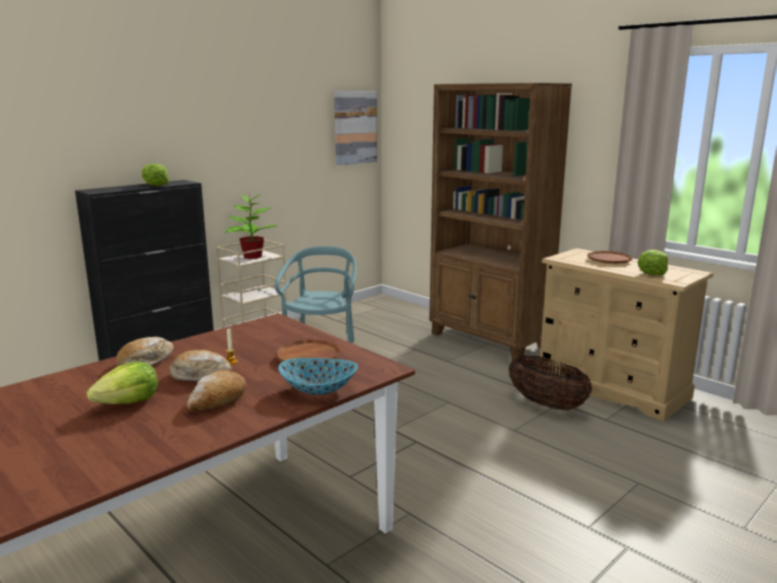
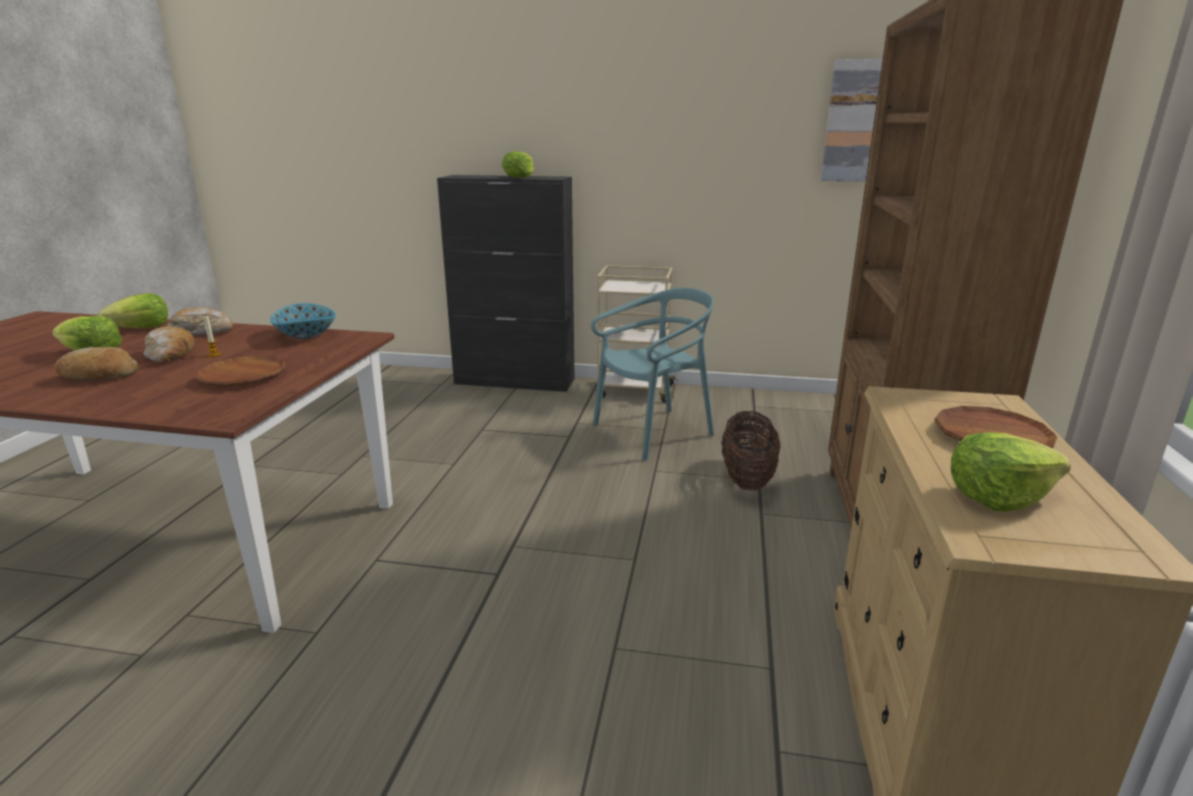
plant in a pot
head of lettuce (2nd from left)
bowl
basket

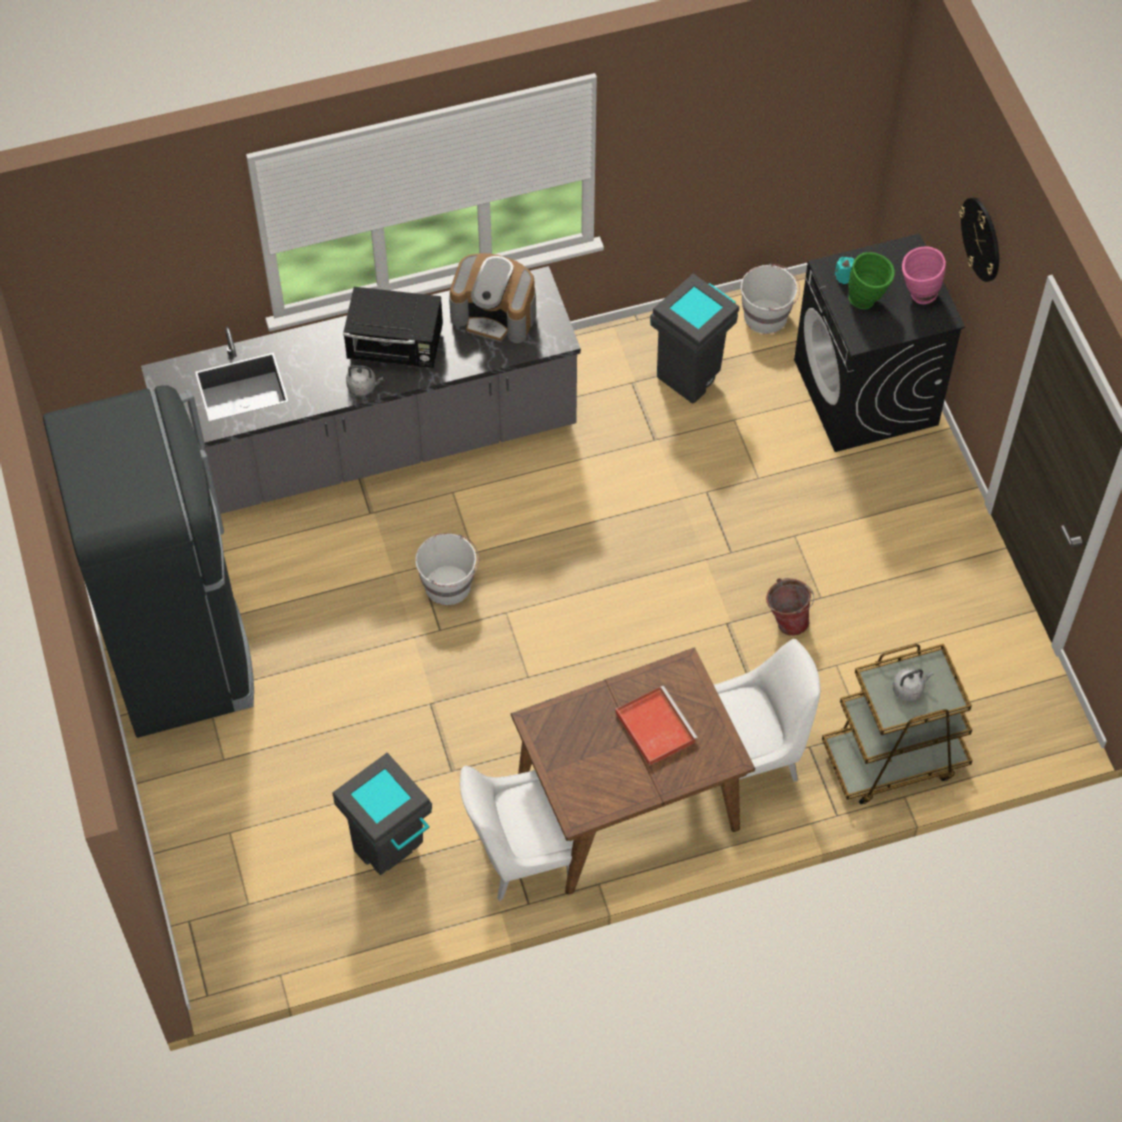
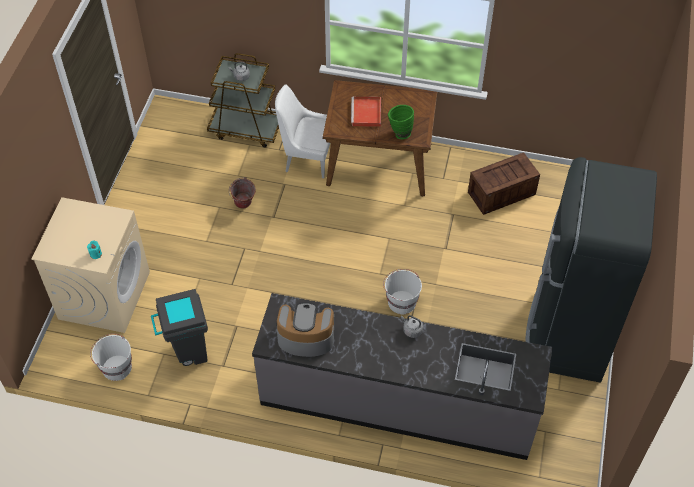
black-coloured kitchen microwave
white-coloured upright chair (1st from left in the first image)
pink vase
hanging clock
greenish vase
crate
beige washing machine
coffee brewer

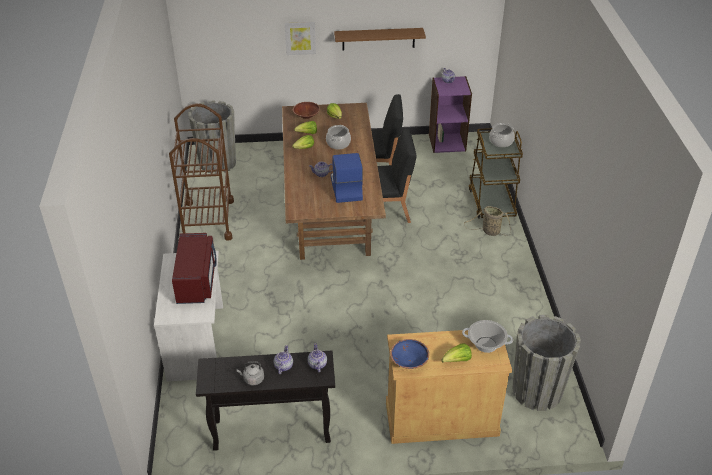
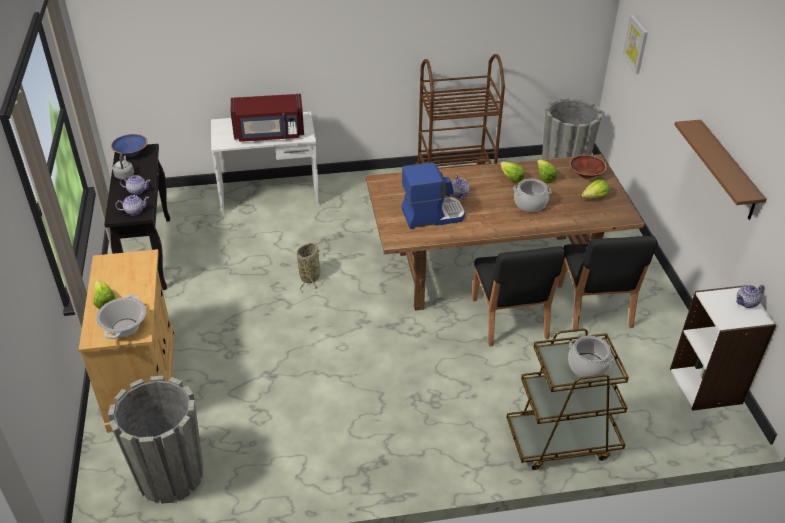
wall picture
bluish bowl
basket
white-coloured bookshelf

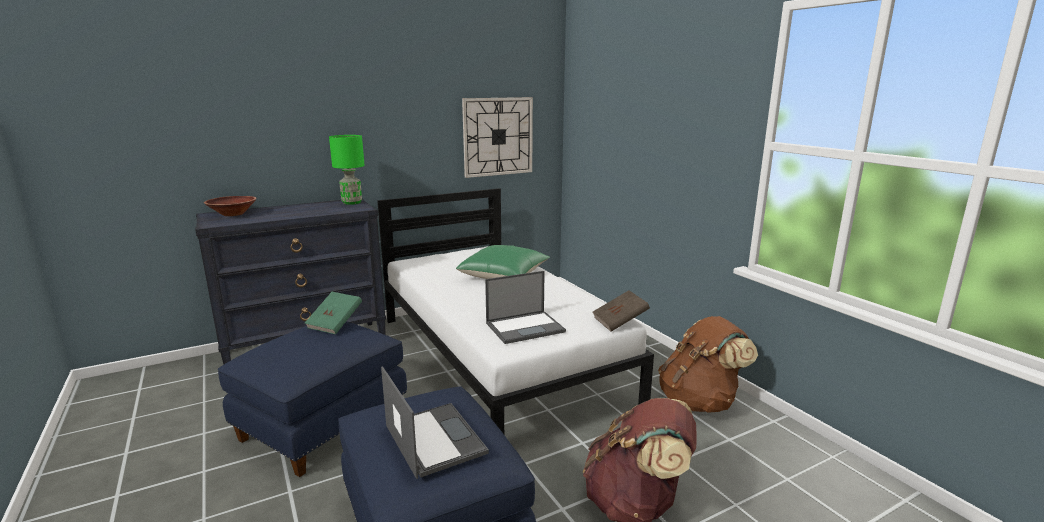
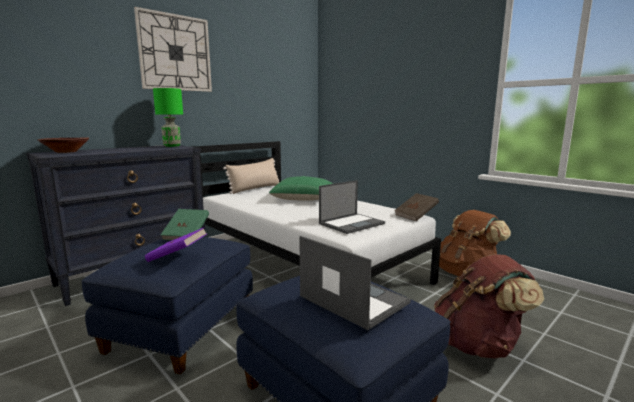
purple bound book
beige cushion
hanging clock

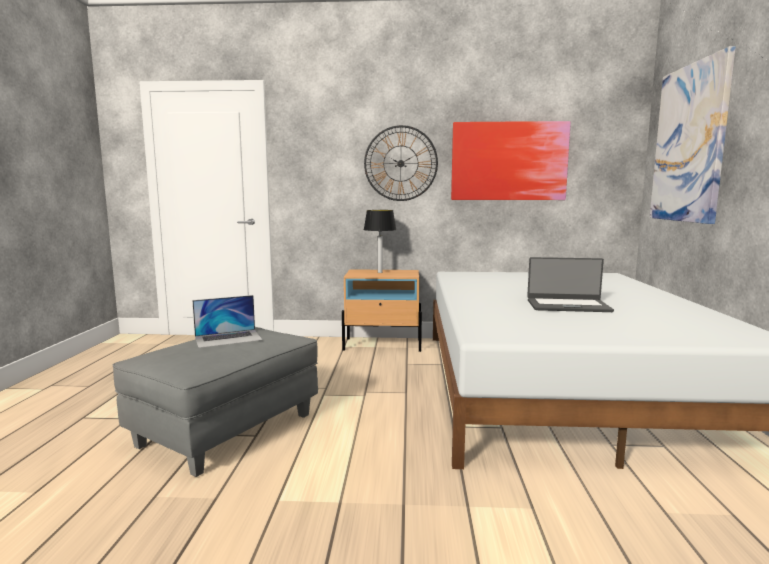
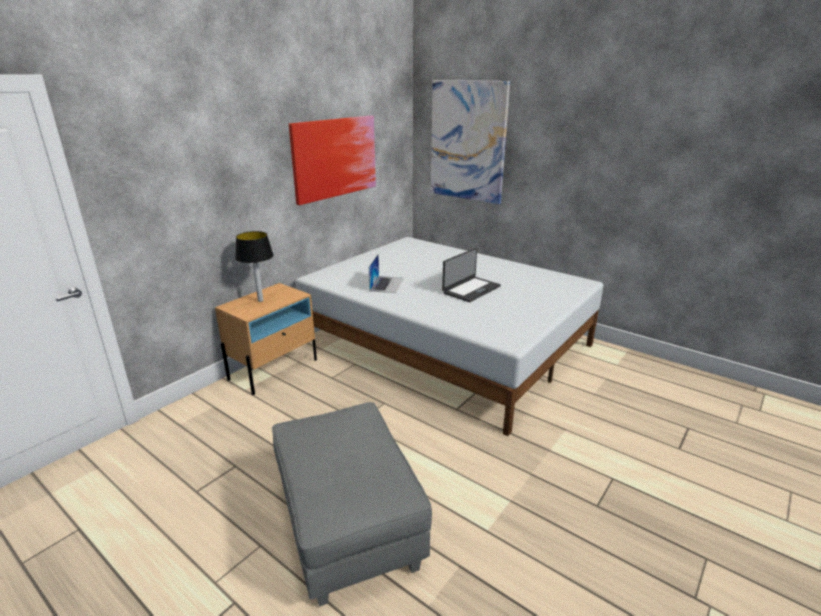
hanging clock
notebook computer (1st from left)

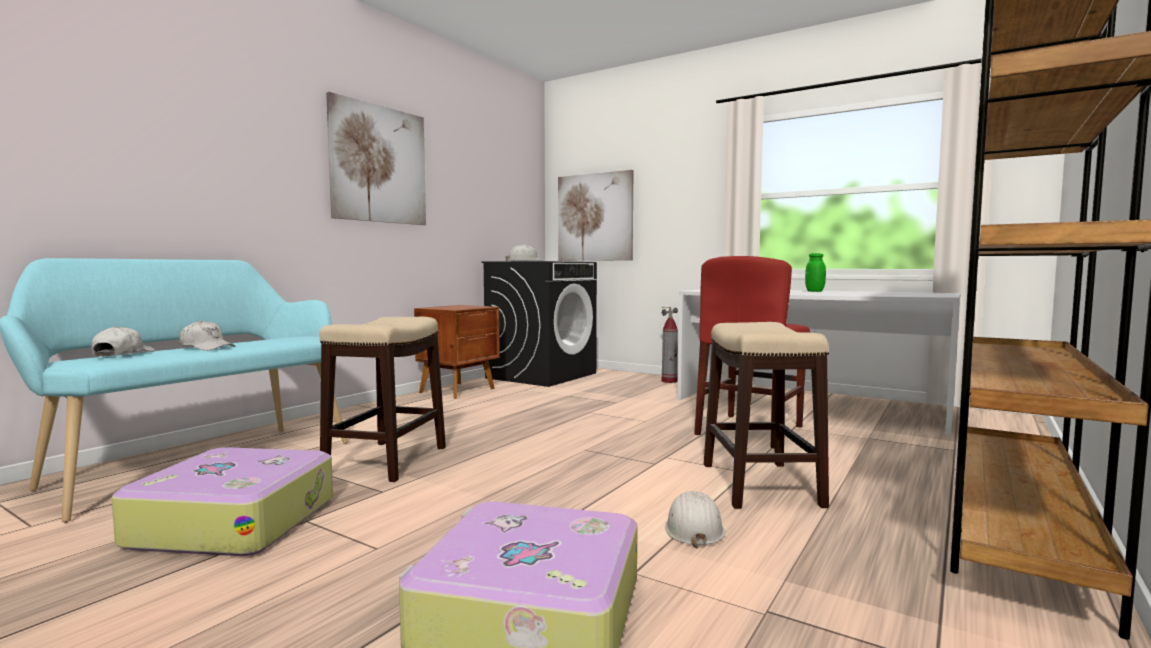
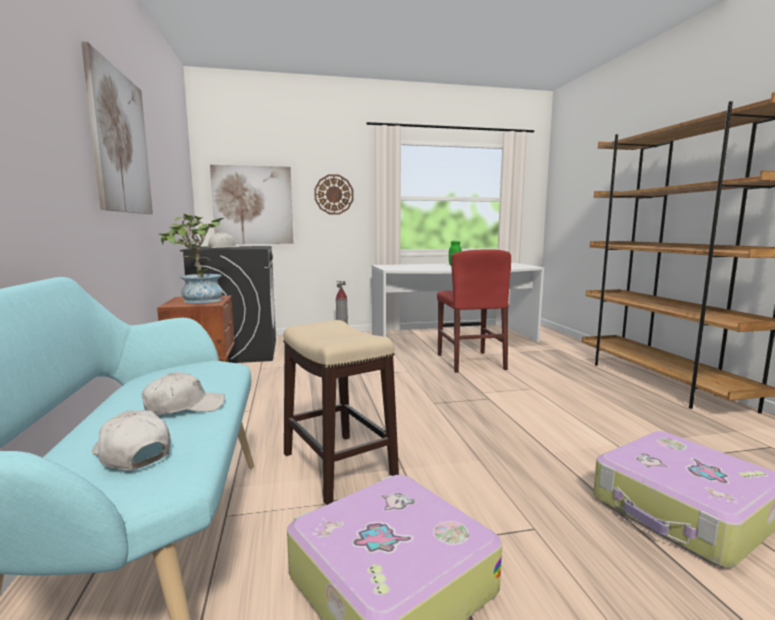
white-coloured hard hat (2nd from left in the first image)
sitting stool (2nd from left in the first image)
plant in a pot
hanging clock

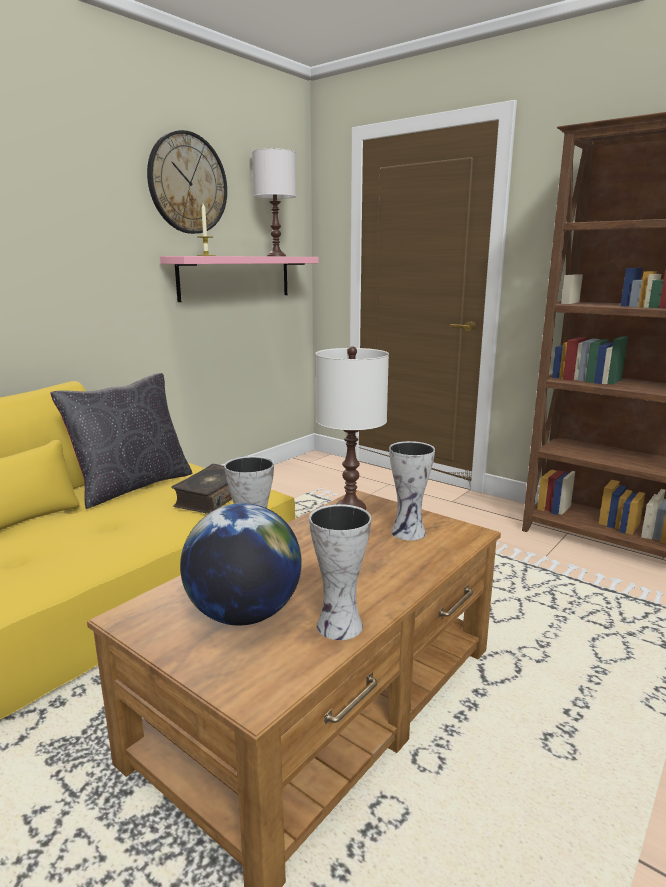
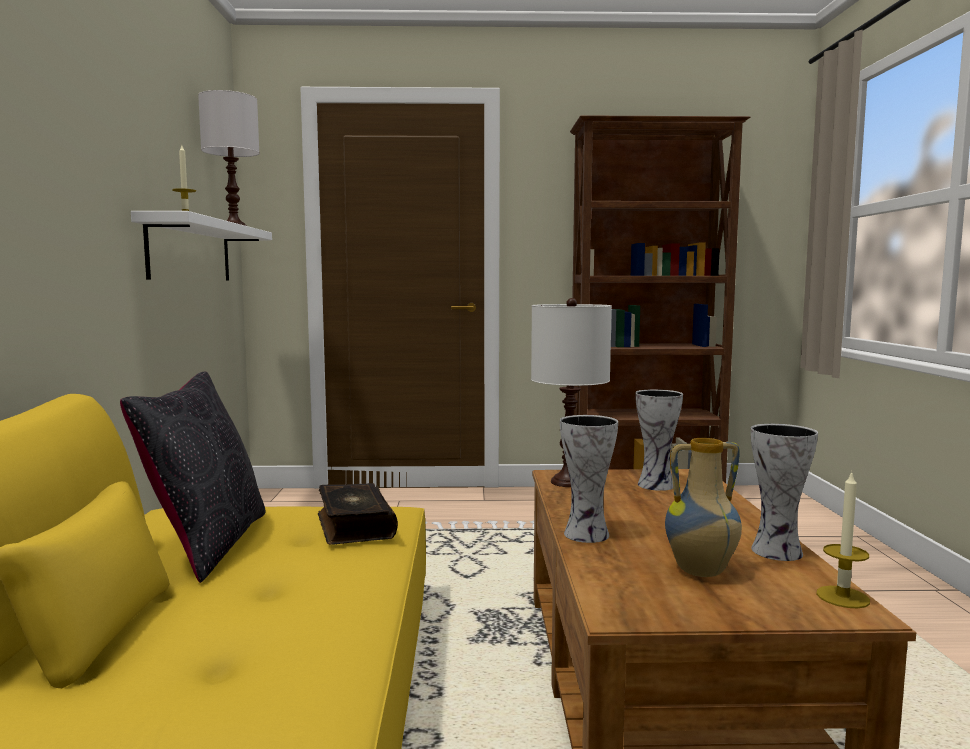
hanging clock
wax candle (2nd from left)
vase (3rd from left)
white-coloured shelf

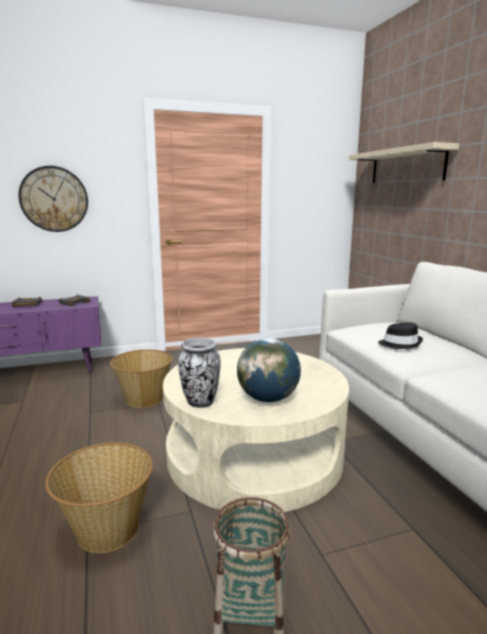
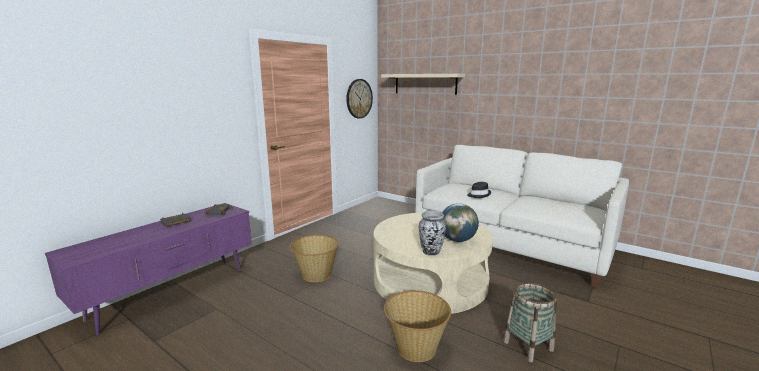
hanging clock

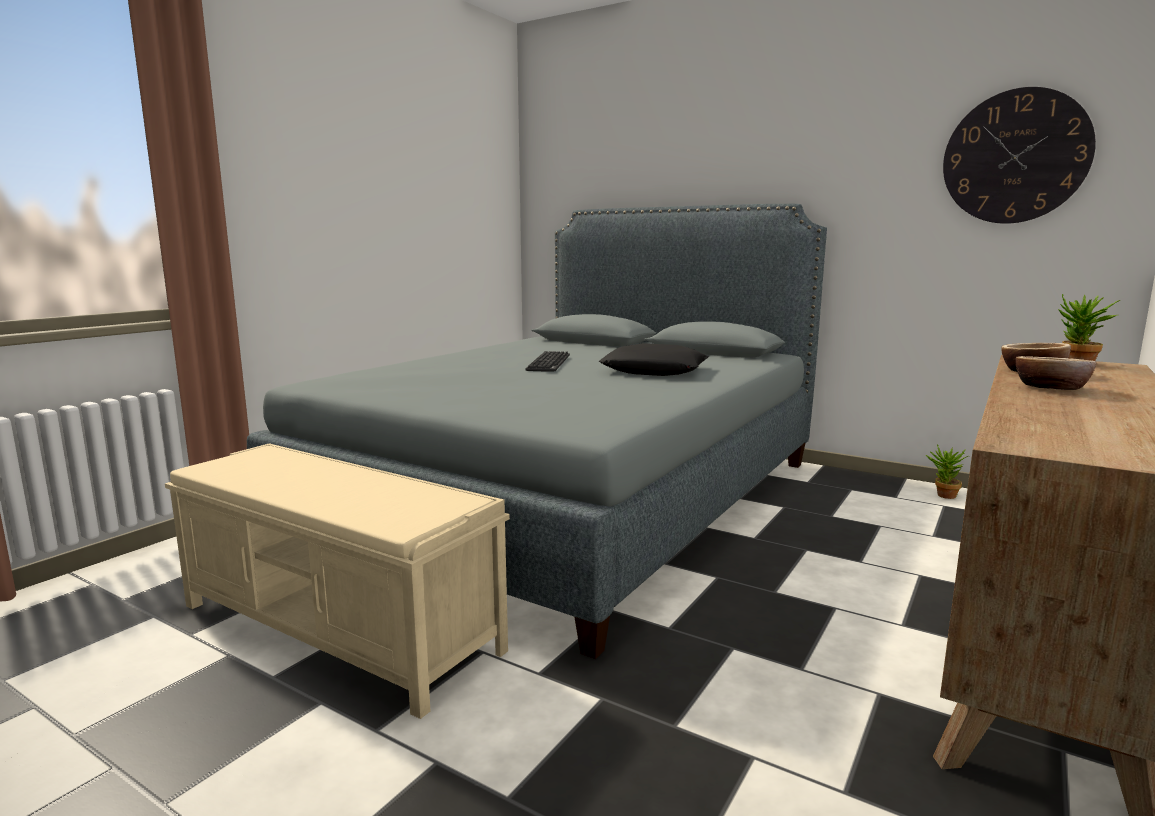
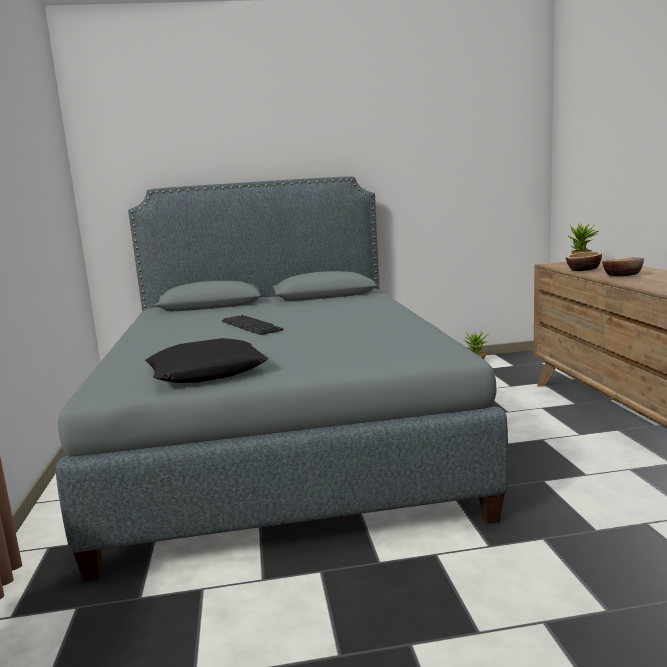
beige bench
hanging clock
black-coloured cushion

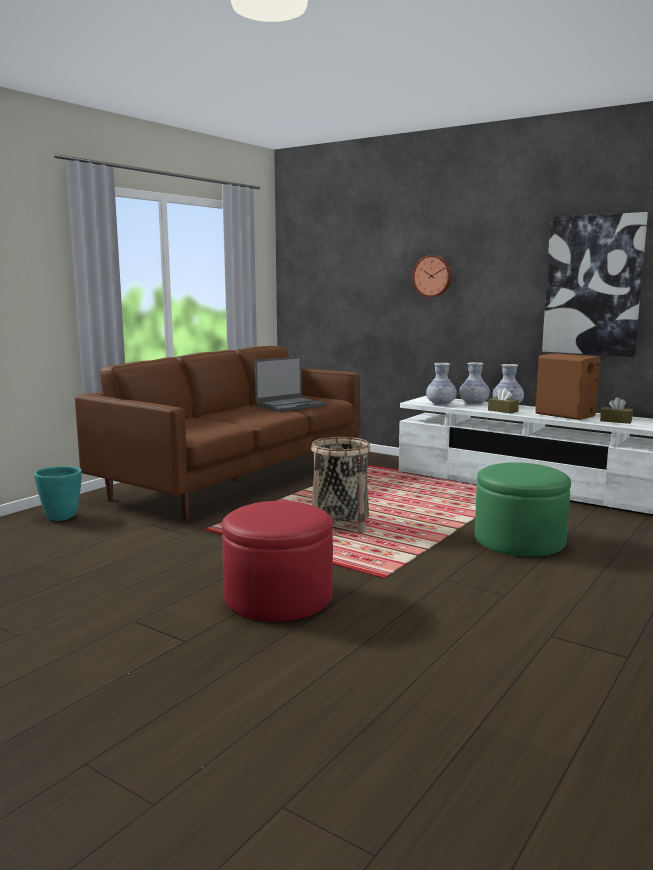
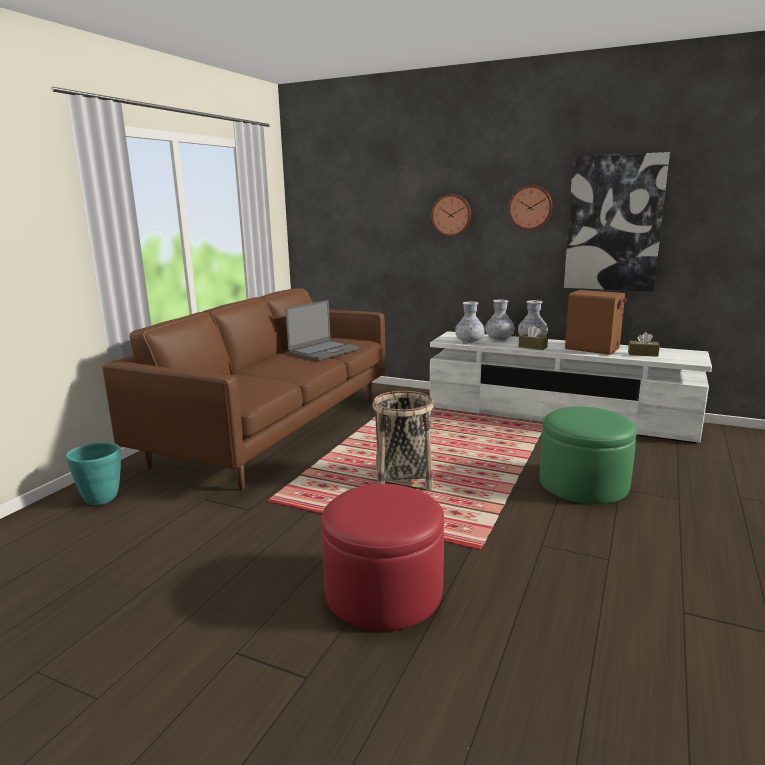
hanging clock (2nd from left)

